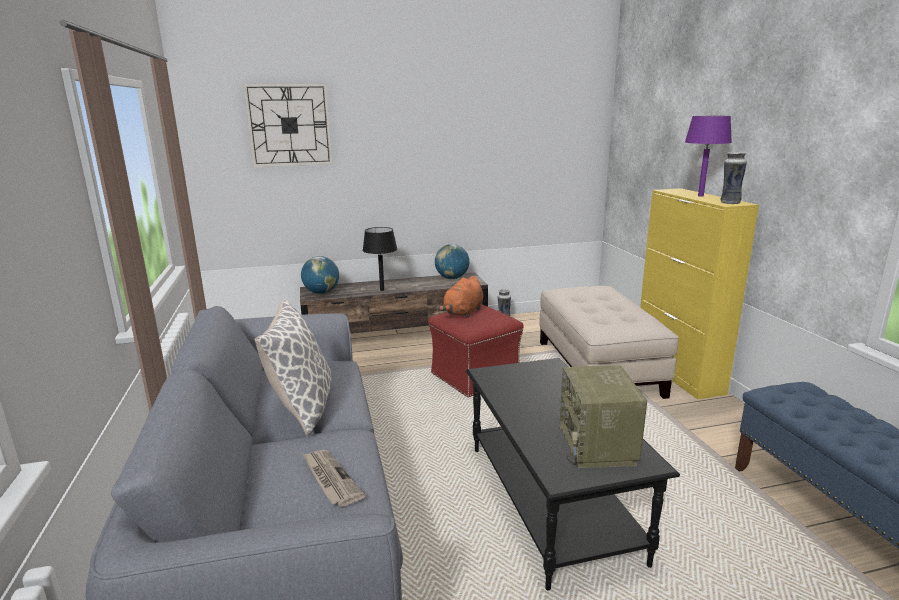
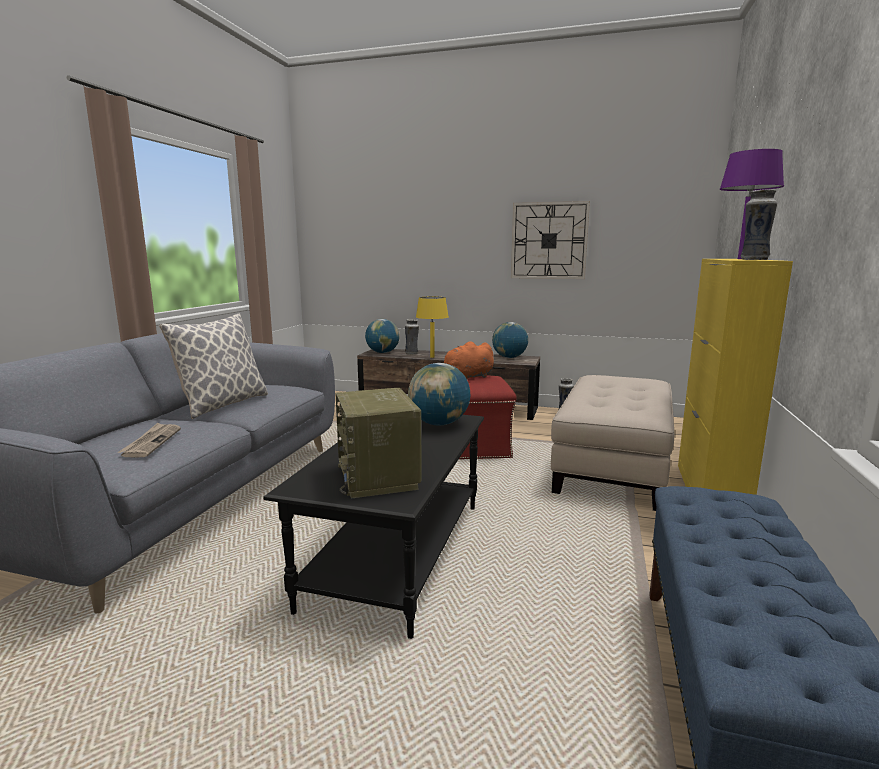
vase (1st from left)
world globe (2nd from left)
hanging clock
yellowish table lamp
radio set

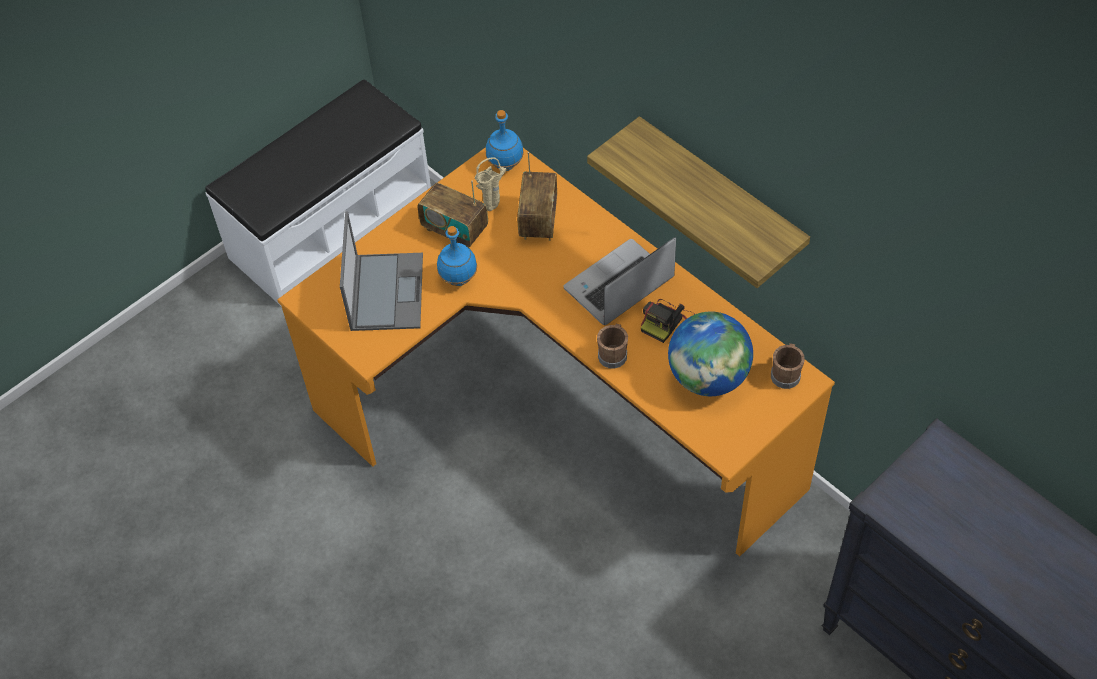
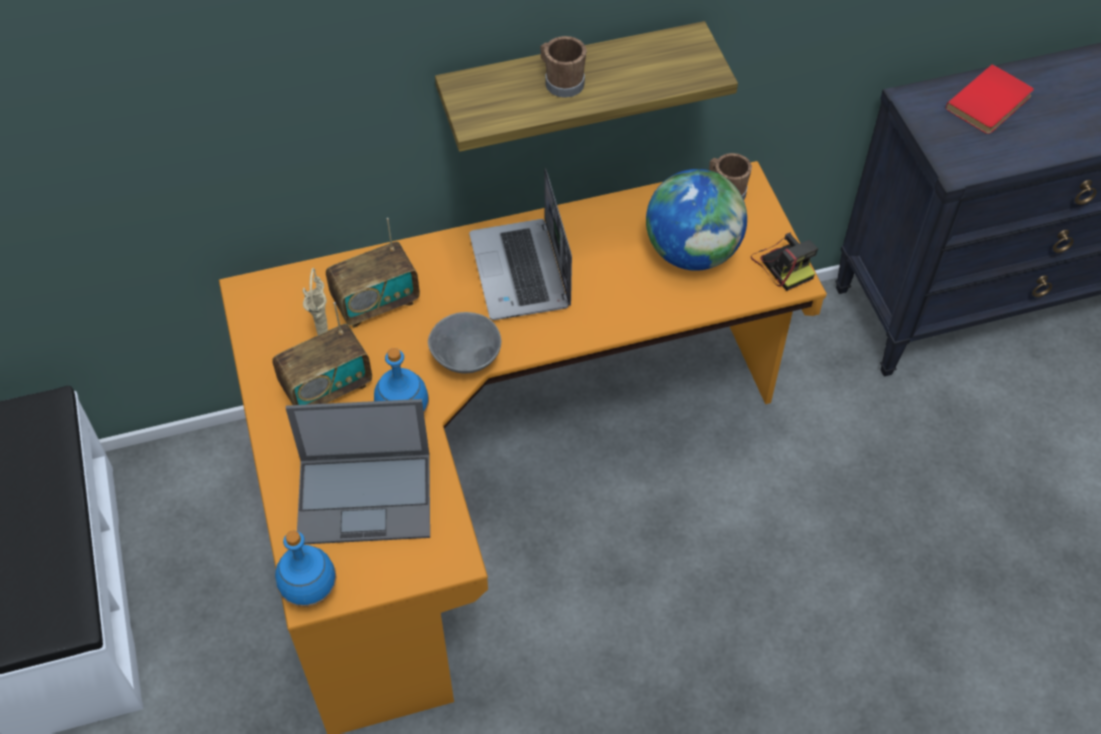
greyish bowl
red bound book
bluish beverage bottle (1st from left)
brownish mug (1st from left)
still camera
notebook computer (1st from left)
radio set (2nd from left)

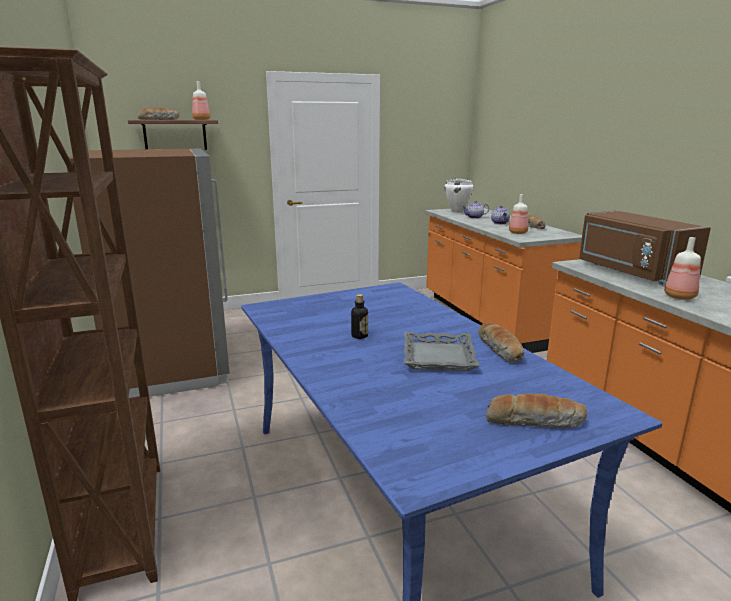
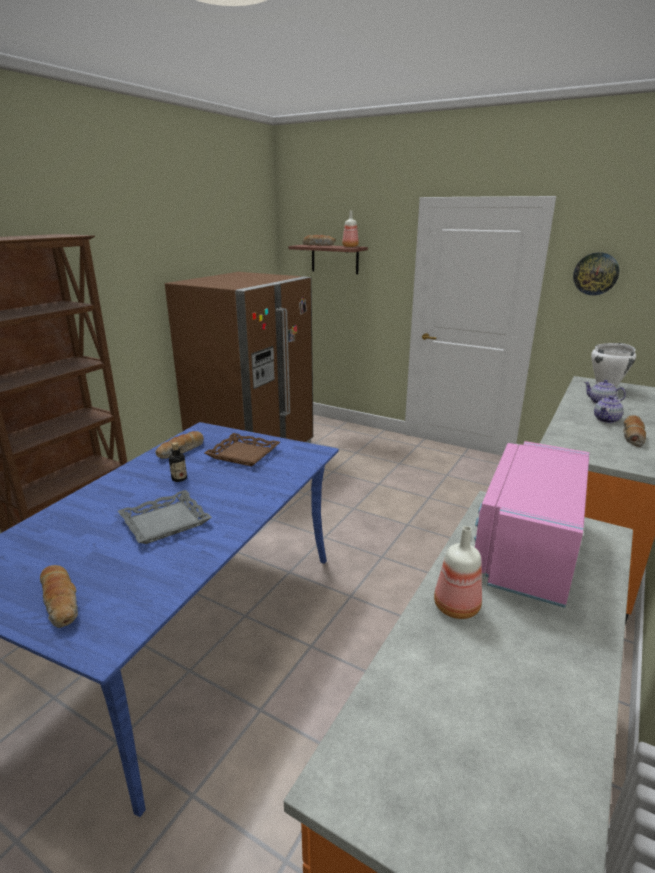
beverage bottle (3rd from left in the first image)
brownish carrying tray
hanging clock
bread (2nd from left)
pink kitchen microwave

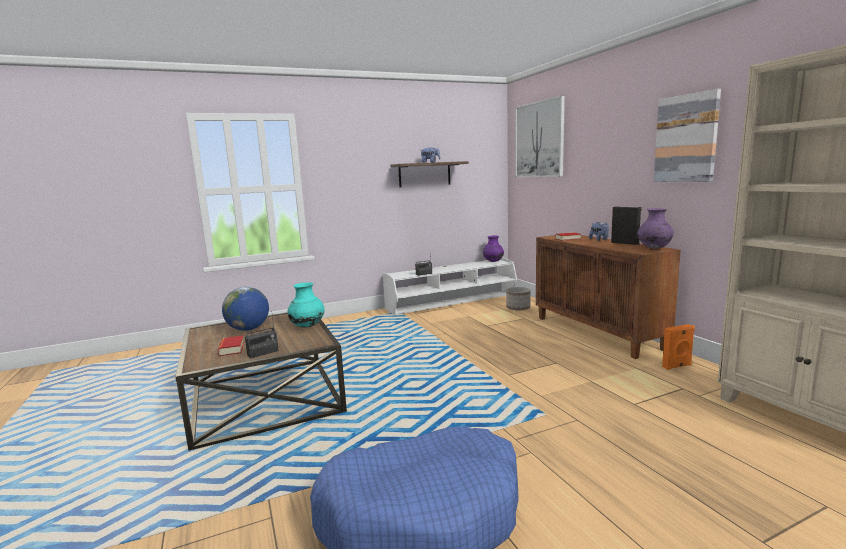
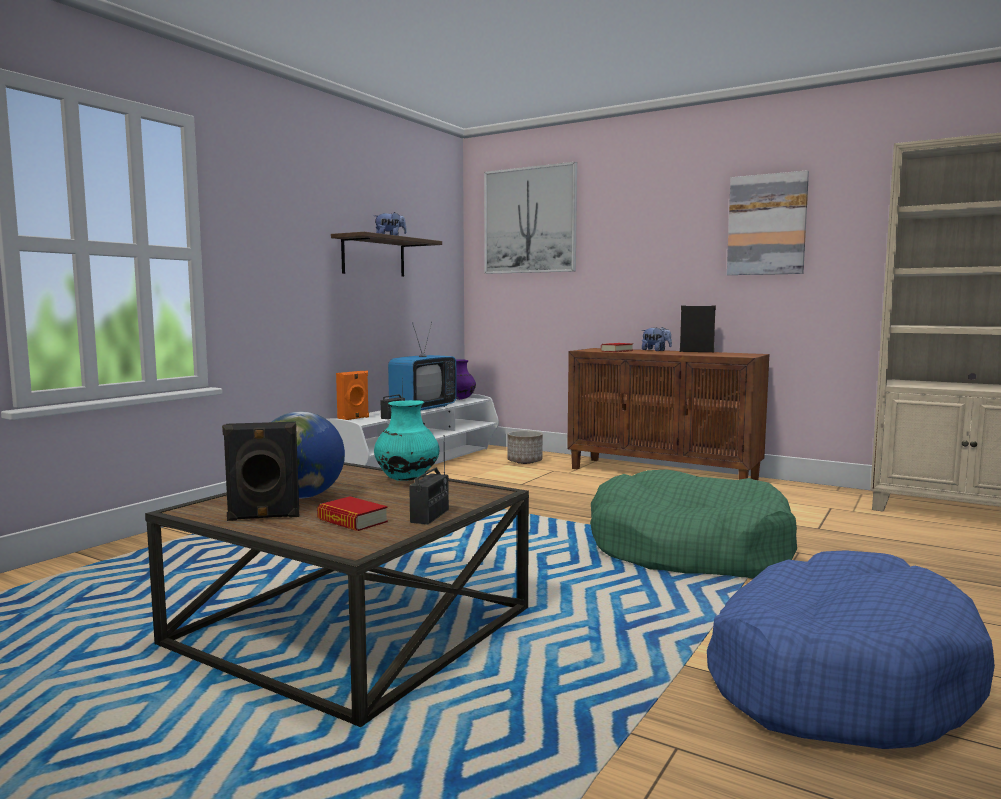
purple vase (2nd from left in the first image)
black-coloured audio speaker (1st from left)
TV
greenish dog cushion
orangey audio speaker

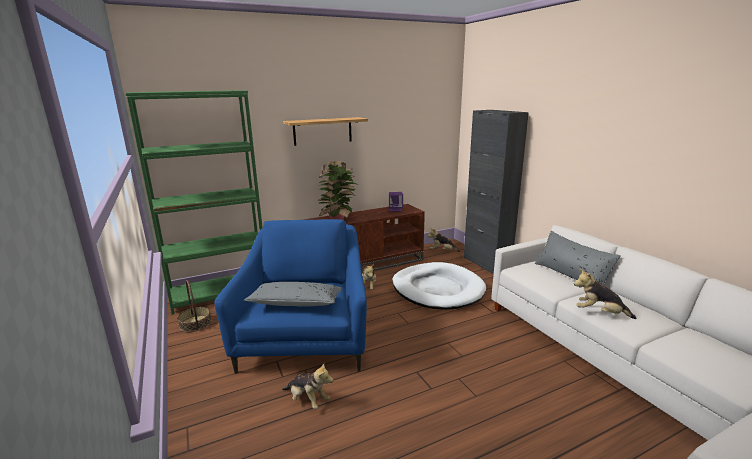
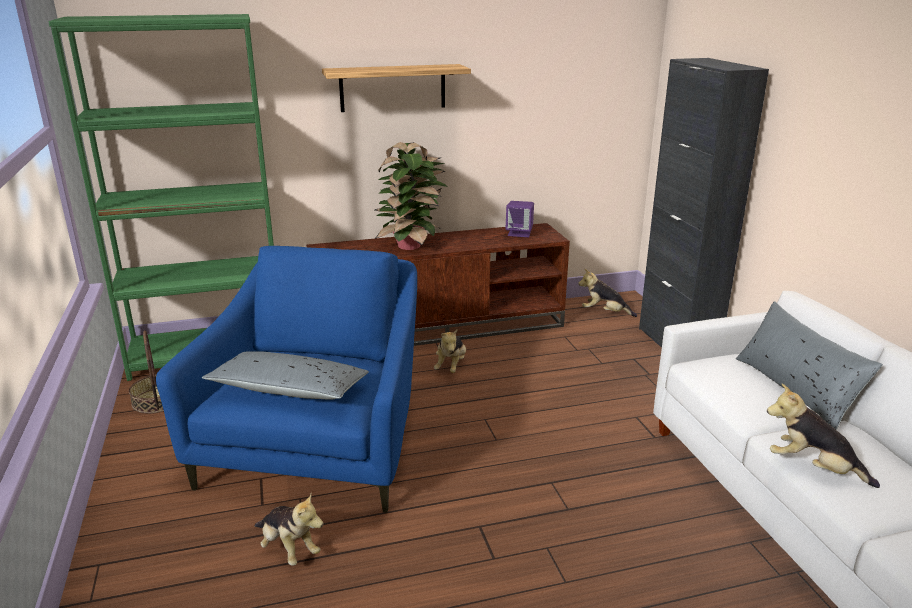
white-coloured dog cushion

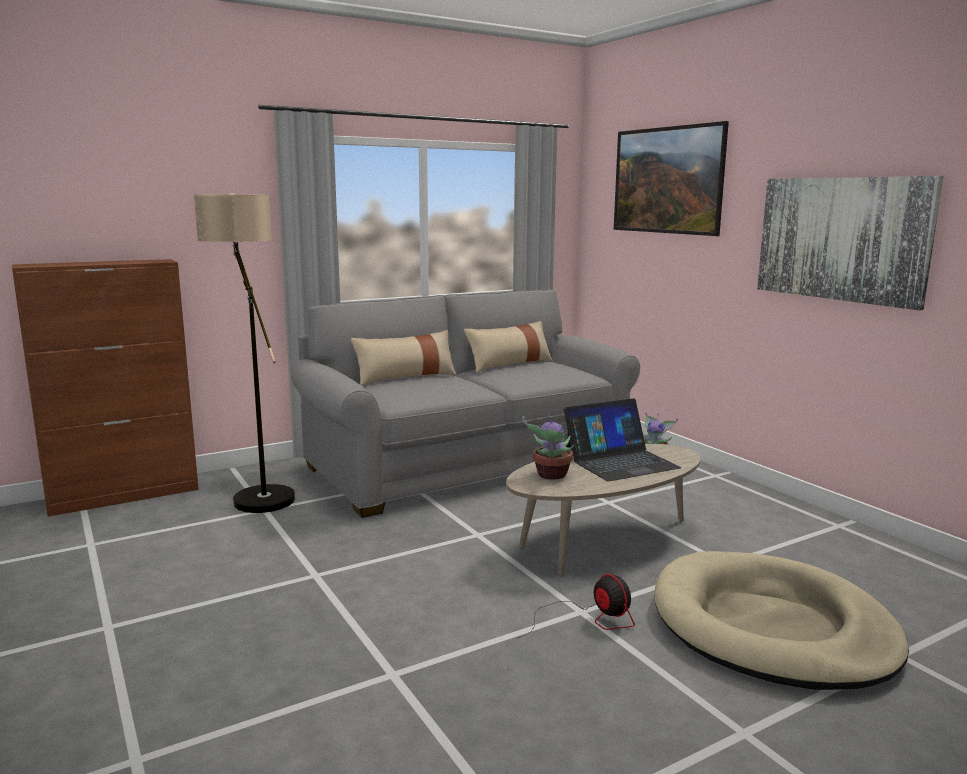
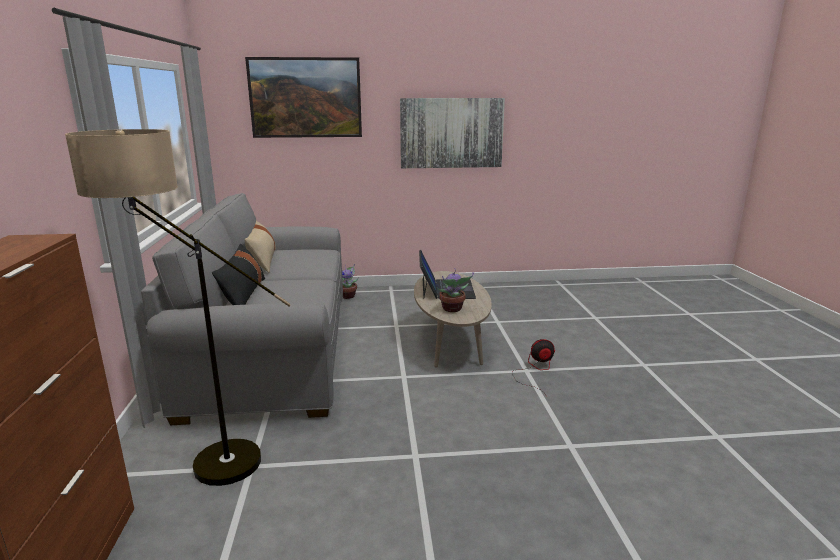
beige dog cushion
black-coloured cushion

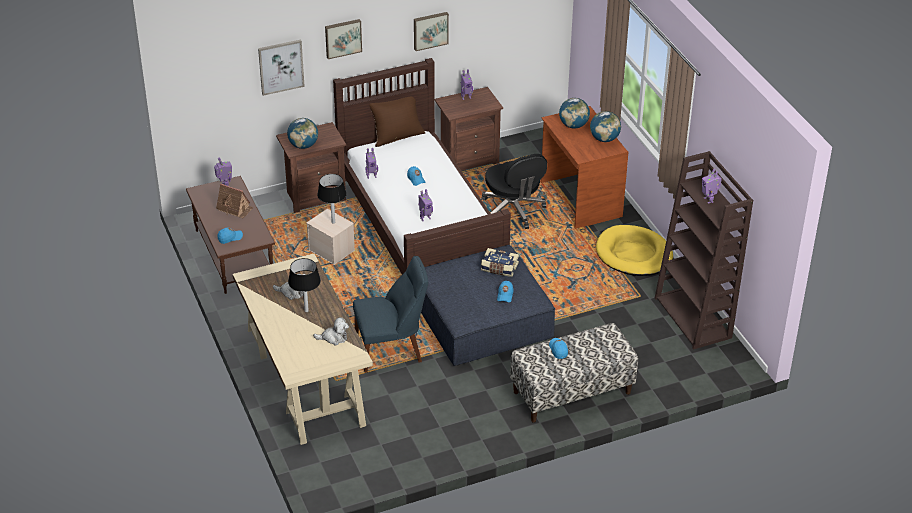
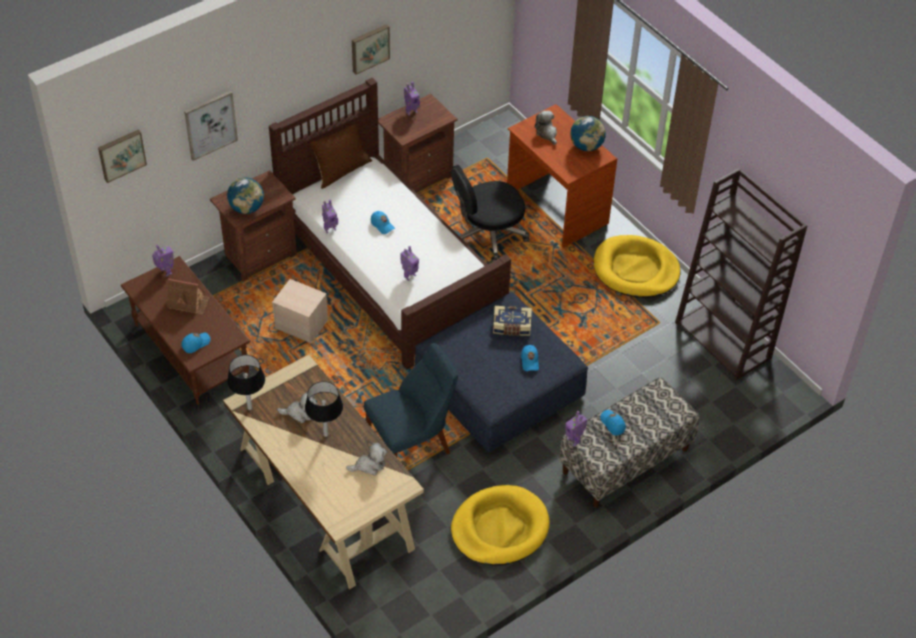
yellowish dog cushion (1st from left)
black-coloured table lamp (1st from left)
wall picture (1st from left)
model robot (5th from left)
plush toy (3rd from left)
black-coloured computer chair

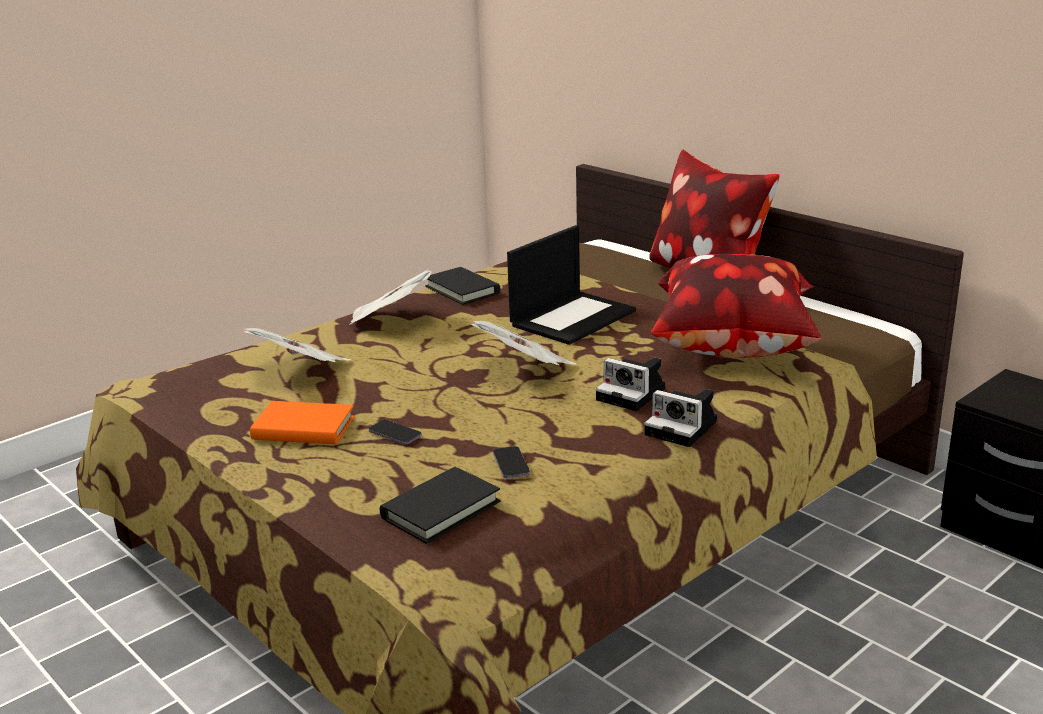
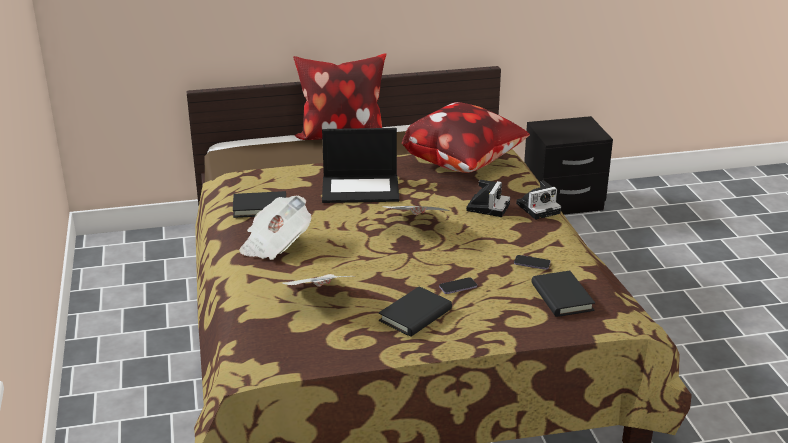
black-coloured bound book (2nd from left)
notebook computer
still camera (1st from left)

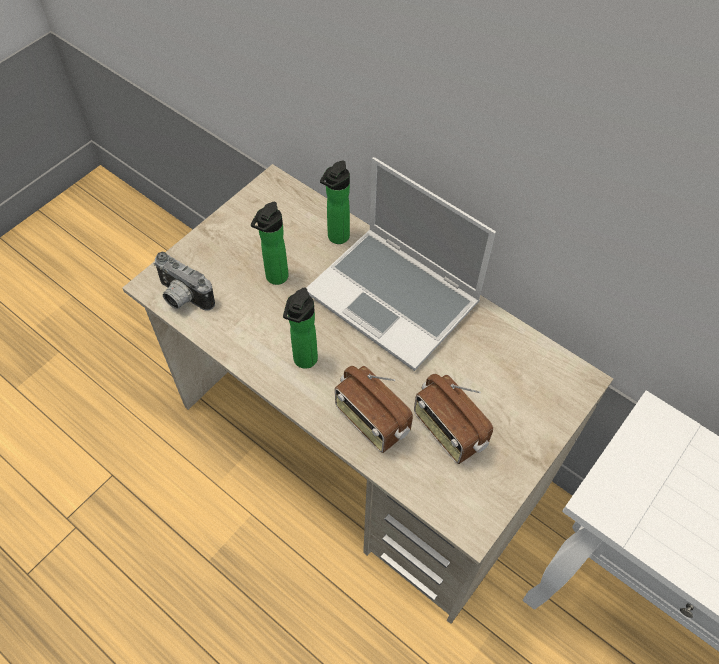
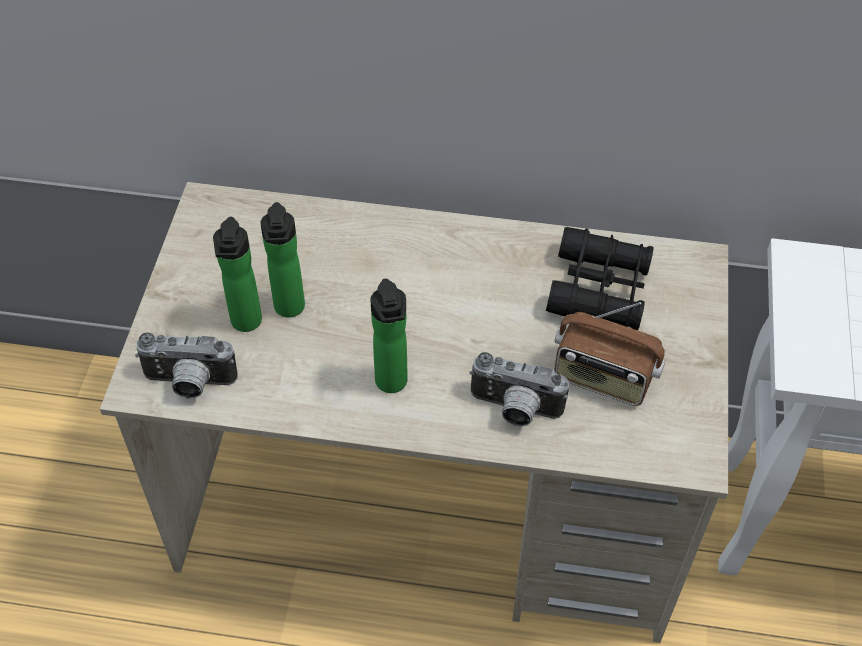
notebook computer
black-coloured pair of binoculars
beverage bottle (1st from left)
still camera (2nd from left)

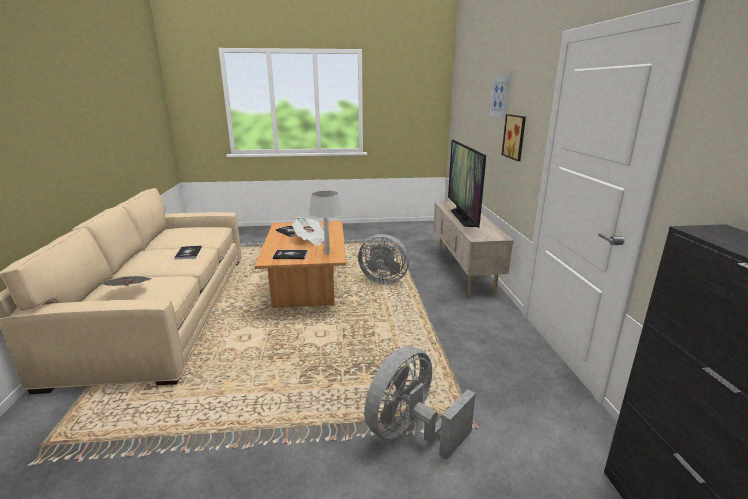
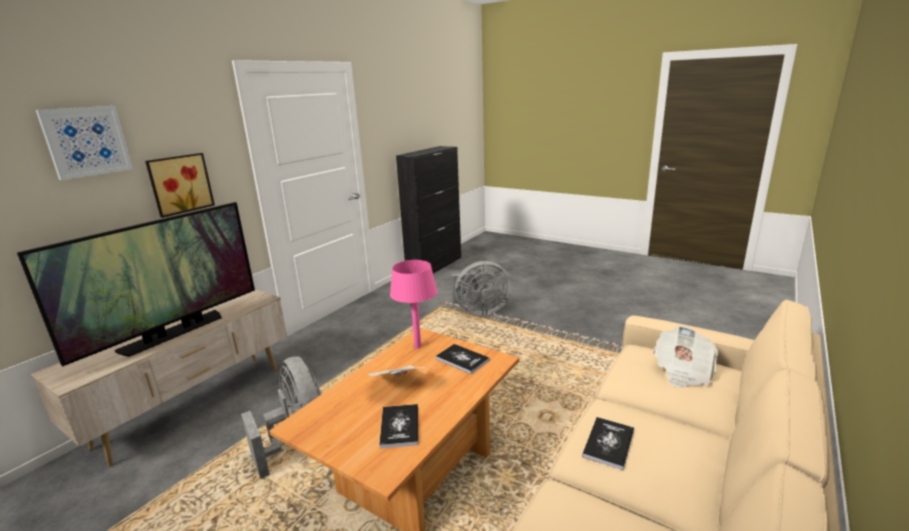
pink table lamp

